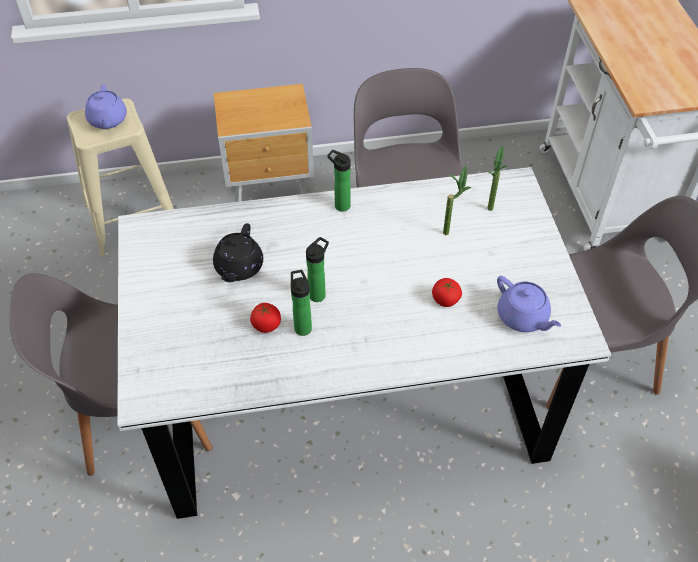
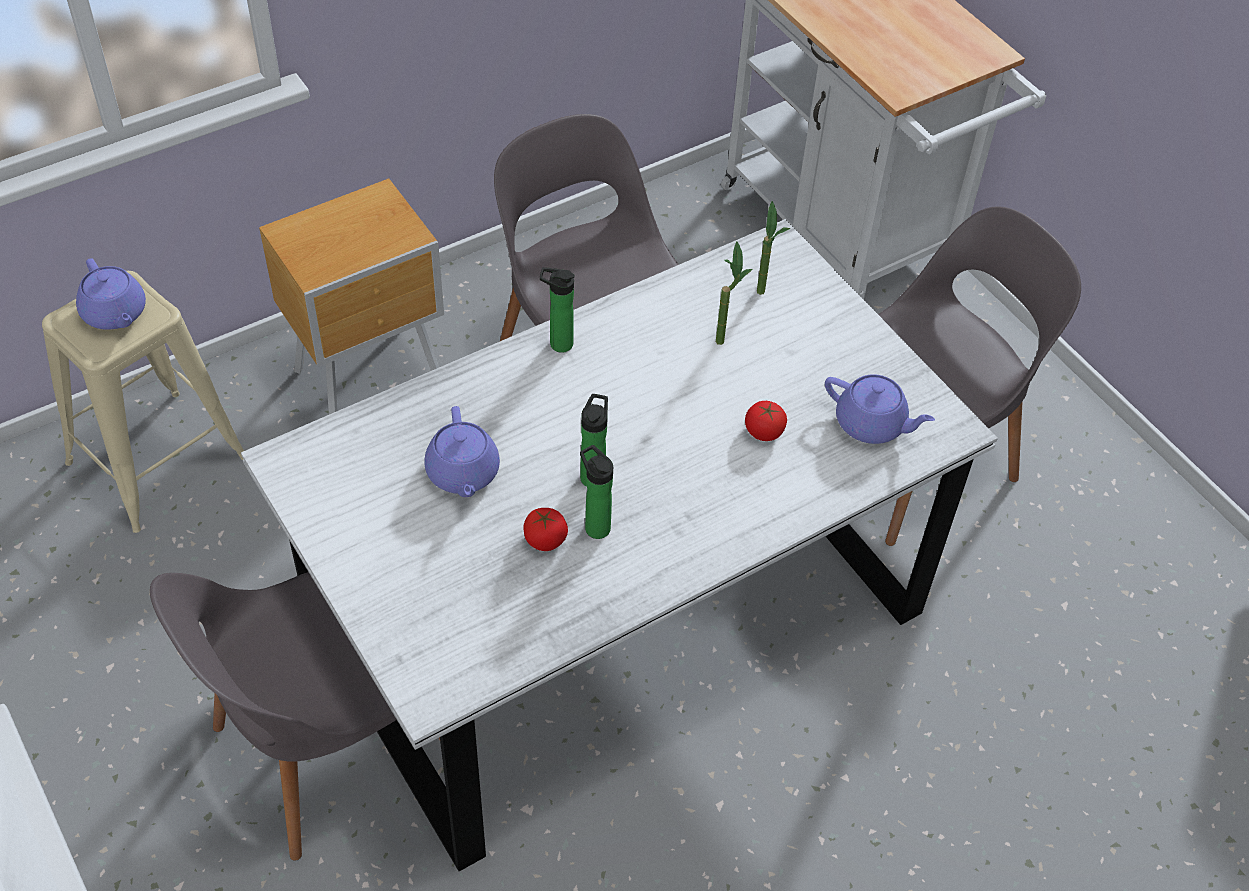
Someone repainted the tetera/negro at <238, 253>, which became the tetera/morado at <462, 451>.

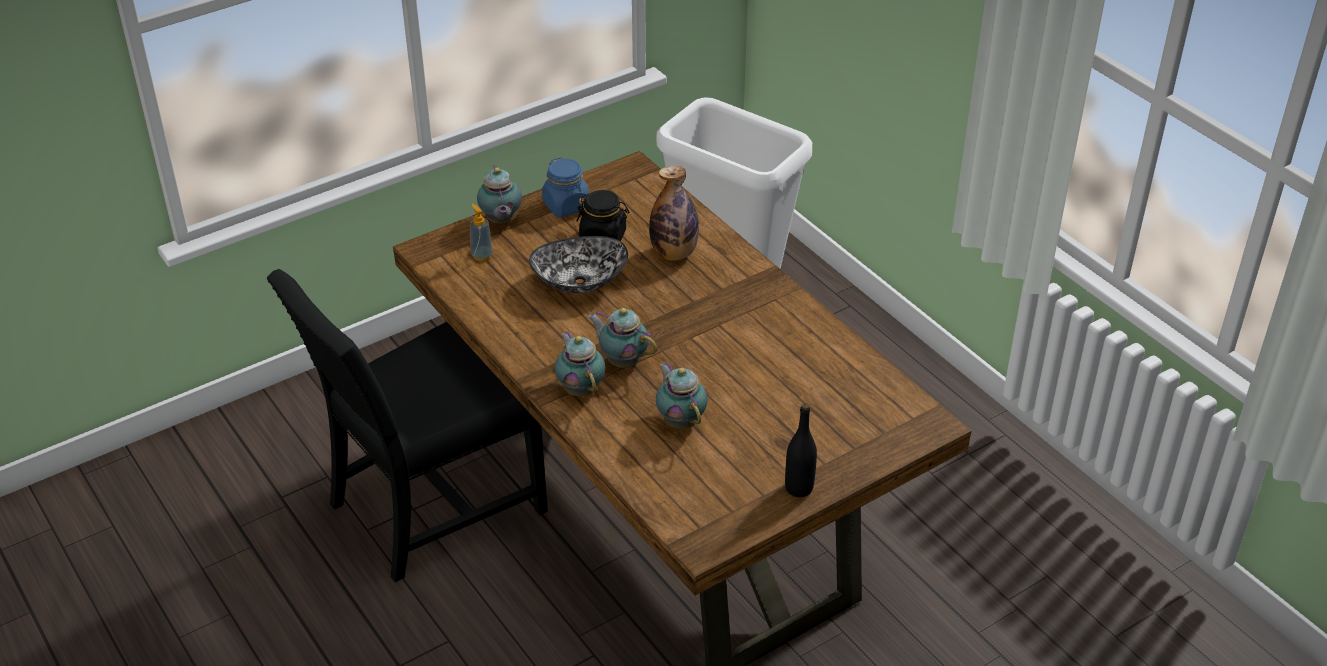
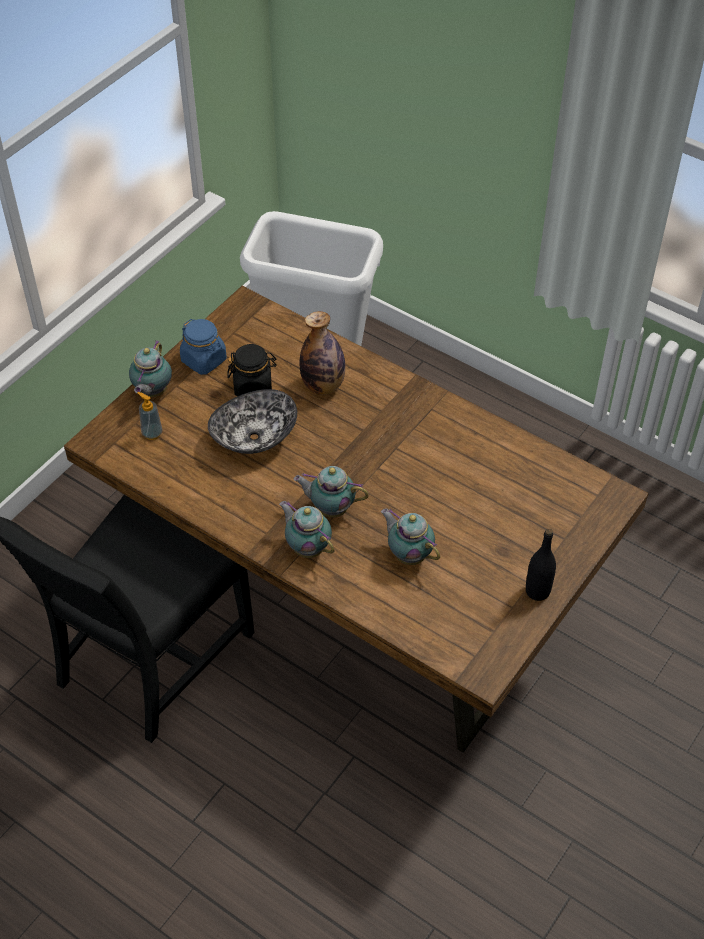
Someone rotated the tetera at <499, 194> by 45 degrees clockwise.

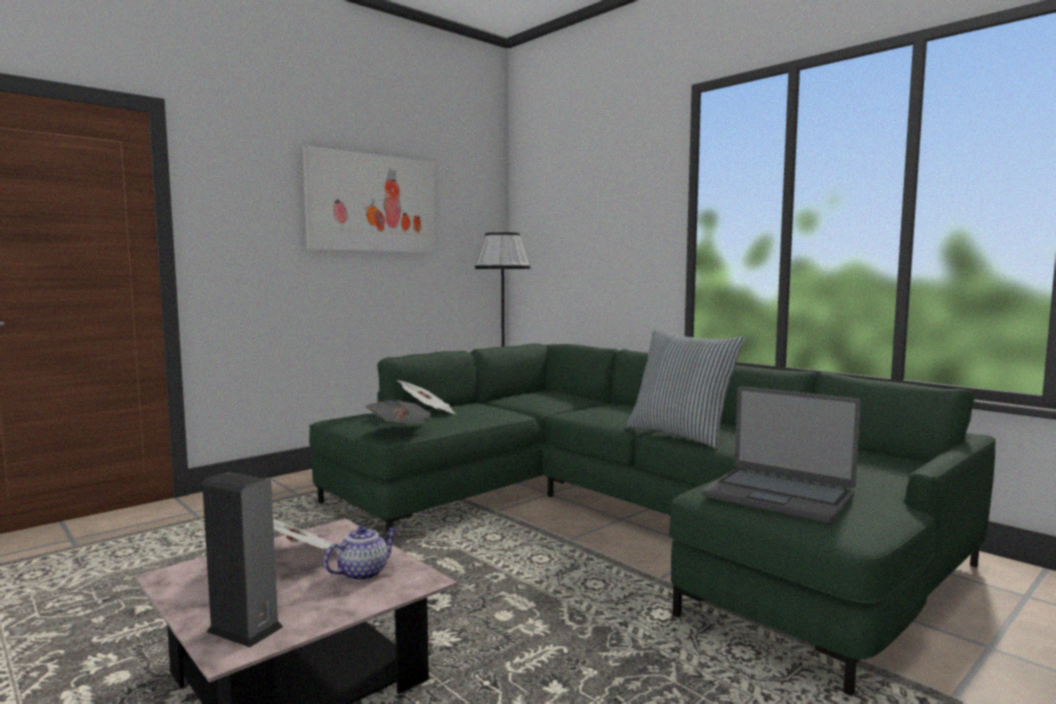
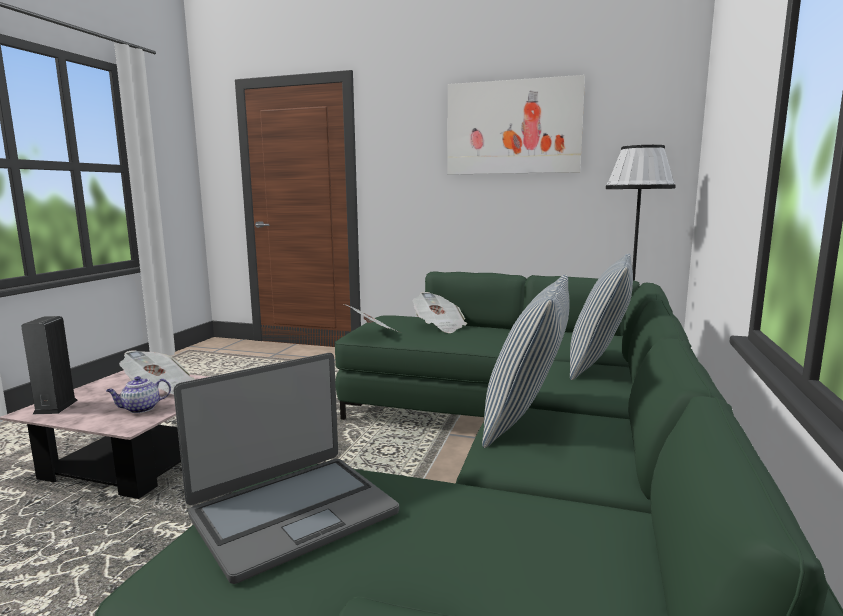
Someone rotated the portátil at <781, 454> by 135 degrees counterclockwise. Someone rotated the tetera at <360, 553> by 135 degrees clockwise. Someone put down the cojín at <601, 316>.

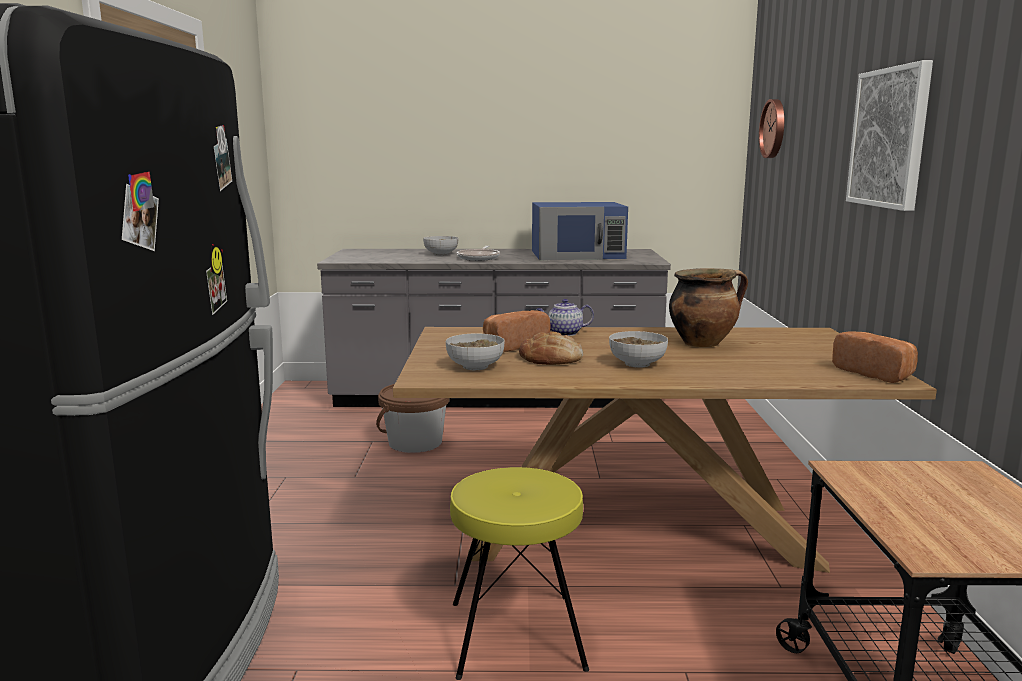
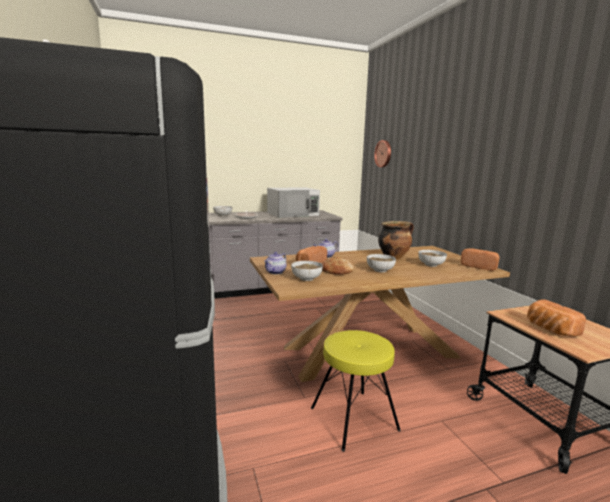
Someone took away the cuadro at <889, 135>. Someone repainted the microondas/azul at <580, 231>, which became the microondas/blanco at <293, 202>. Someone took away the cubo/marrón at <412, 418>. Someone put down the cuenco at <432, 258>. Someone put down the tetera at <275, 263>. Someone put down the pan at <556, 318>.

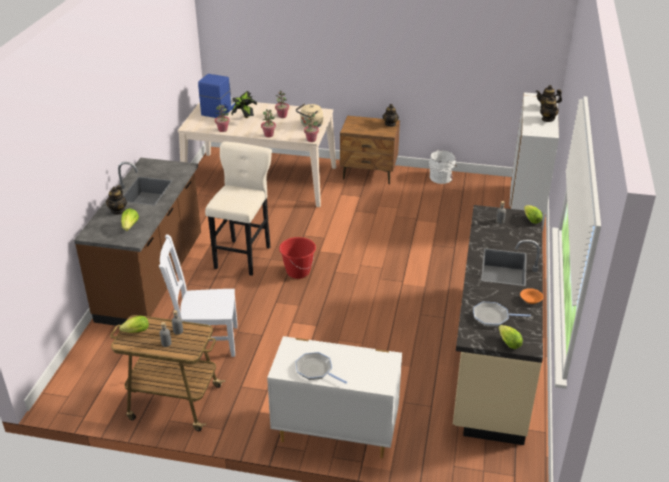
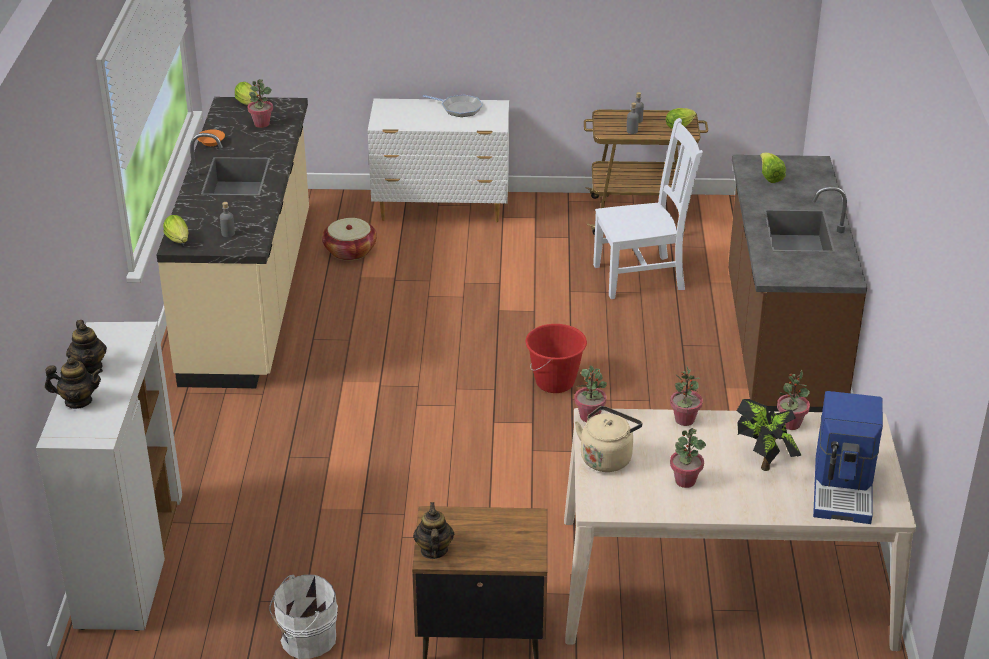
Someone took away the taburete/beis at <238, 209>. Someone took away the tetera at <116, 200>. Someone swapped the sartén at <502, 314> for the planta en maceta at <260, 103>. Someone put down the cesta at <349, 239>.

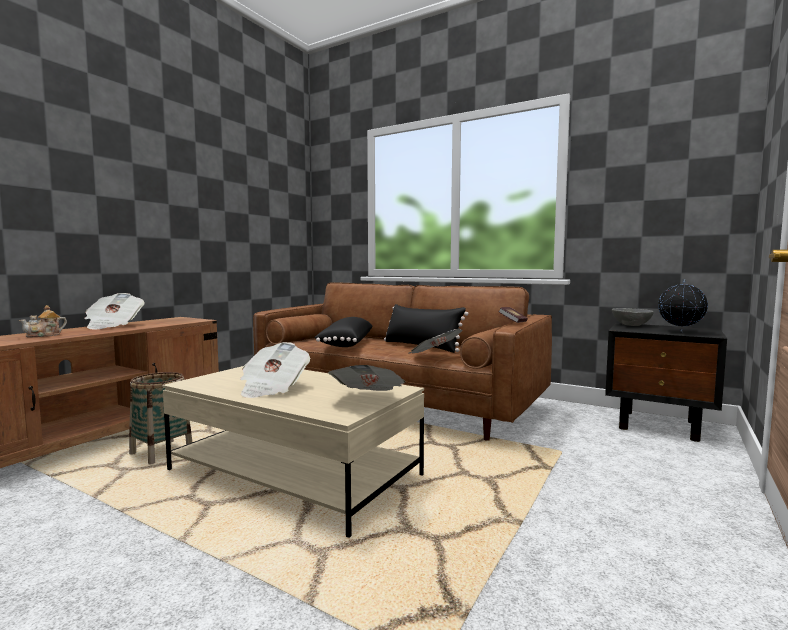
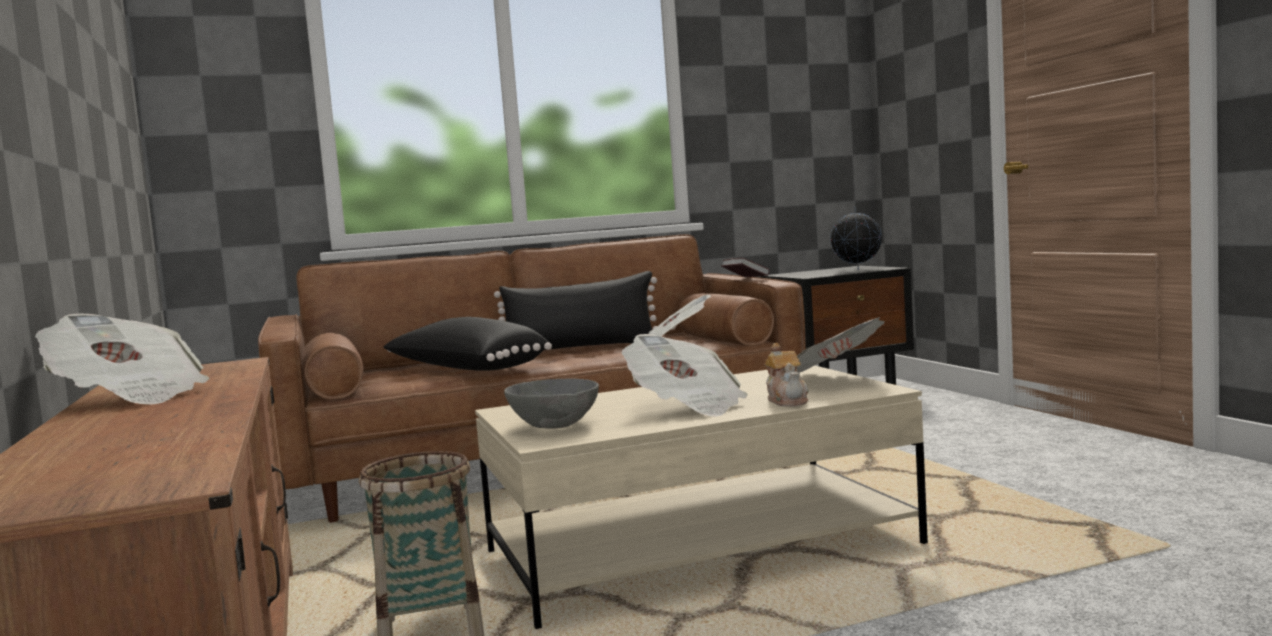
Someone carried the tetera from <43, 321> to <787, 375>. Someone carried the cuenco/gris from <633, 317> to <551, 403>.

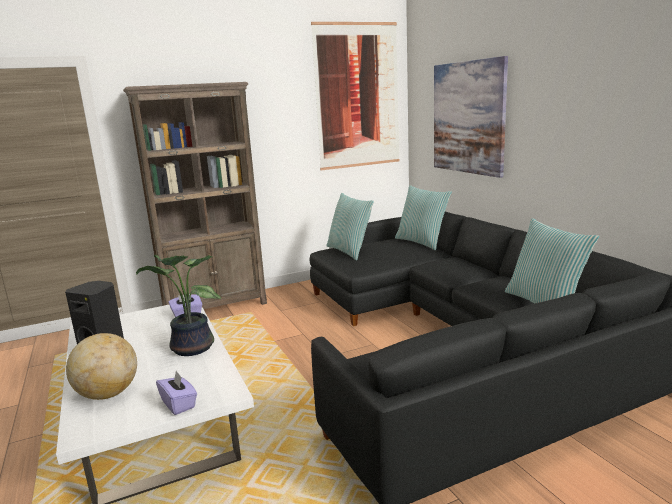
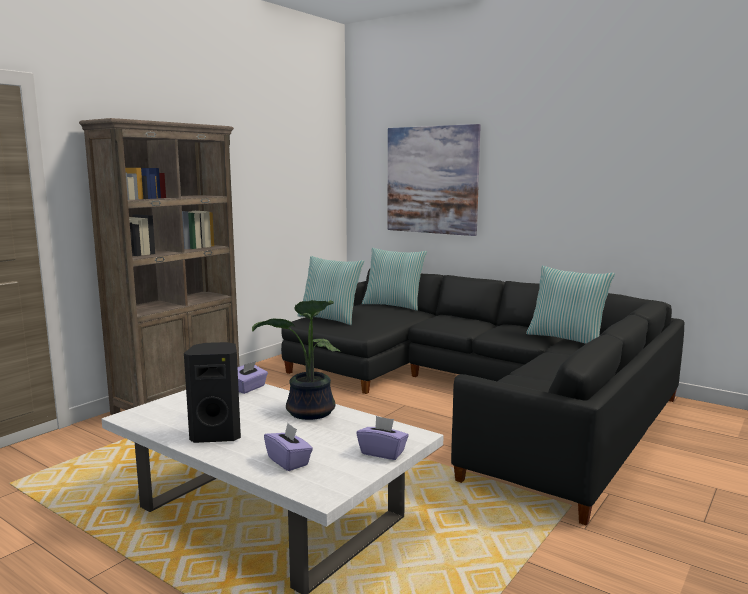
Someone took away the cuadro at <355, 96>. Someone swapped the globo terráqueo at <101, 366> for the caja de pañuelos/morado at <288, 447>.

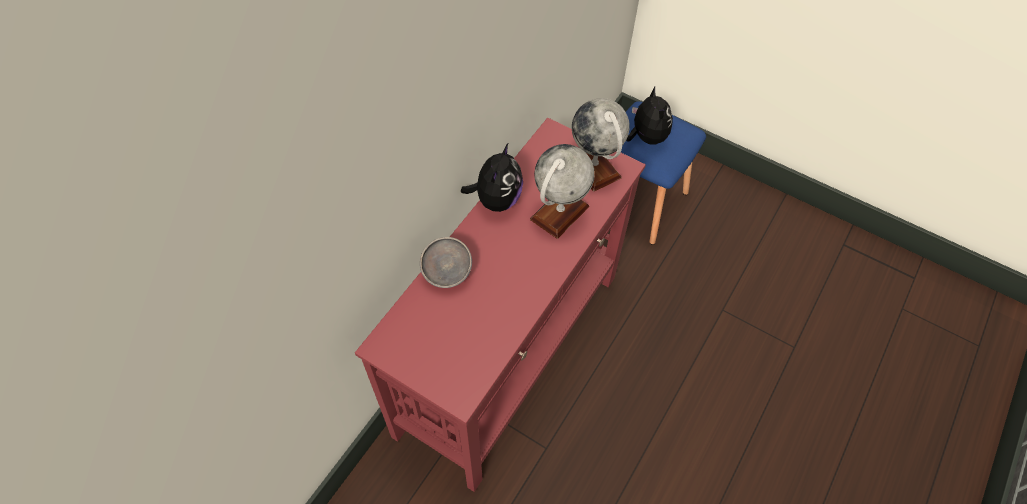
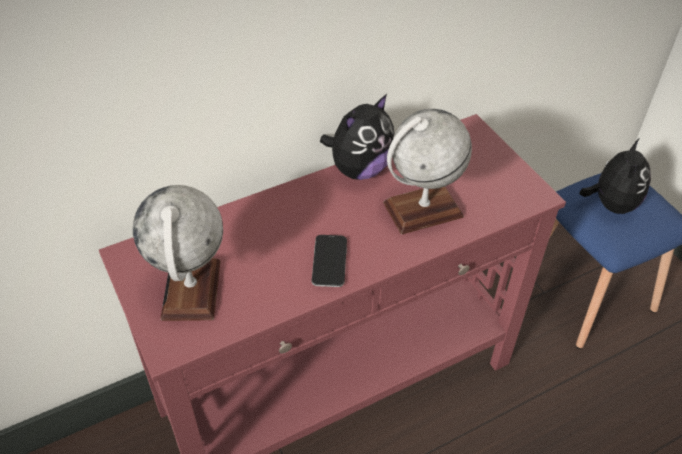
Someone carried the globo terráqueo from <601, 145> to <178, 253>. Someone took away the cuenco/gris at <446, 262>. Someone put down the móvil at <329, 261>.

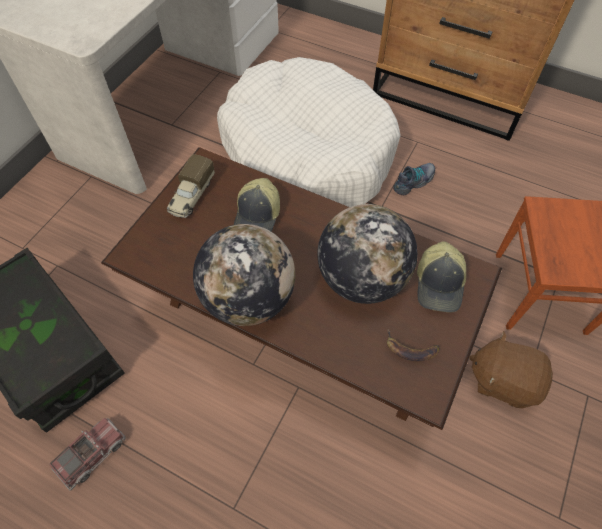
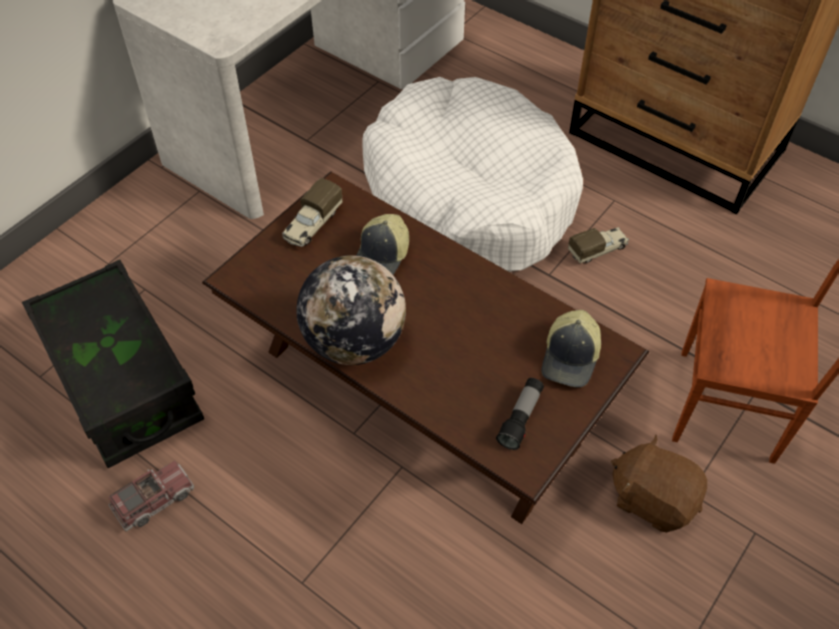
Someone swapped the zapato at <414, 179> for the camión de juguete at <598, 245>. Someone took away the globo terráqueo at <367, 254>. Someone swapped the plátano at <413, 345> for the linterna at <520, 414>.

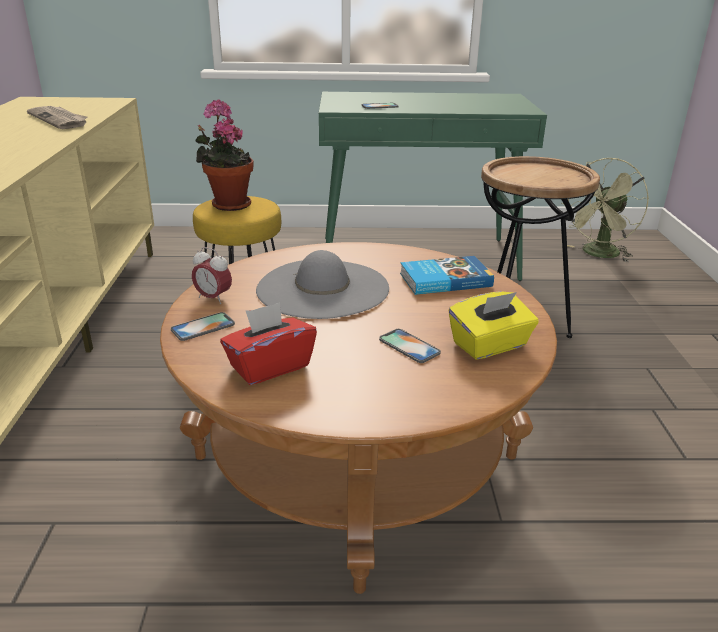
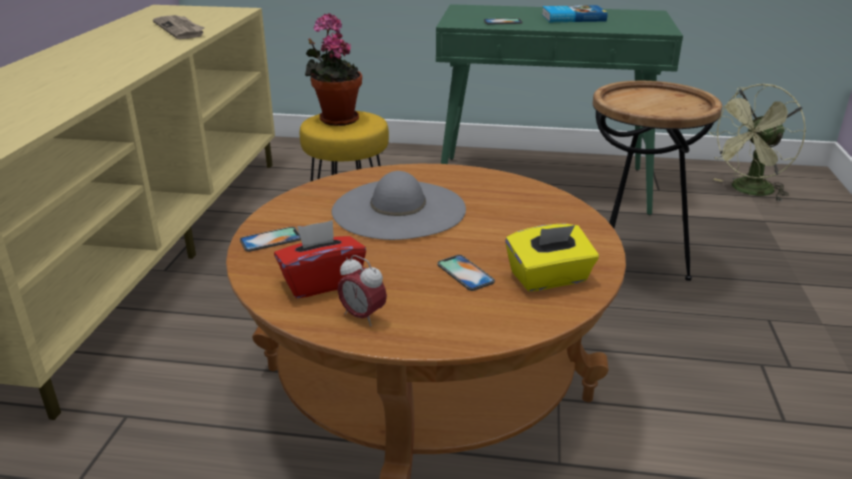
Someone carried the despertador from <212, 275> to <362, 290>. Someone carried the libro from <447, 275> to <575, 13>.

